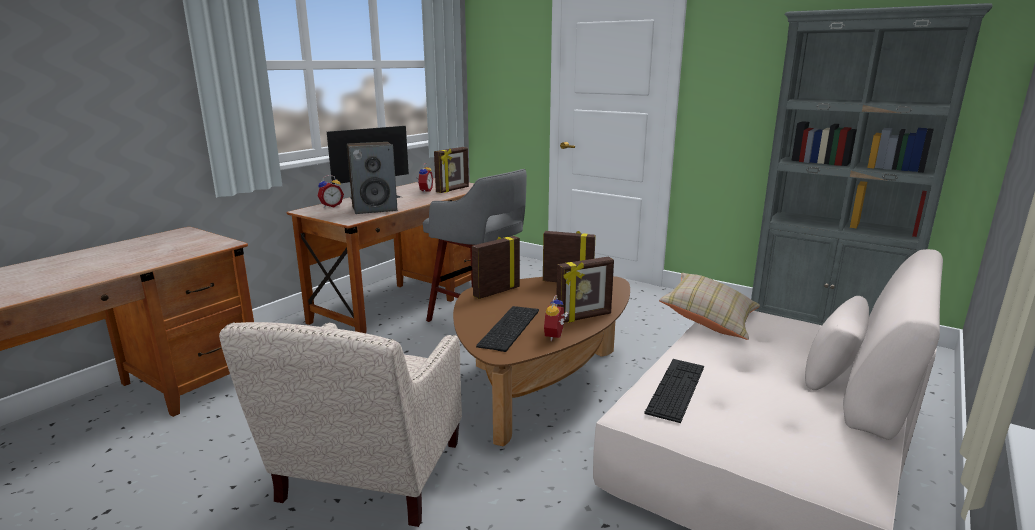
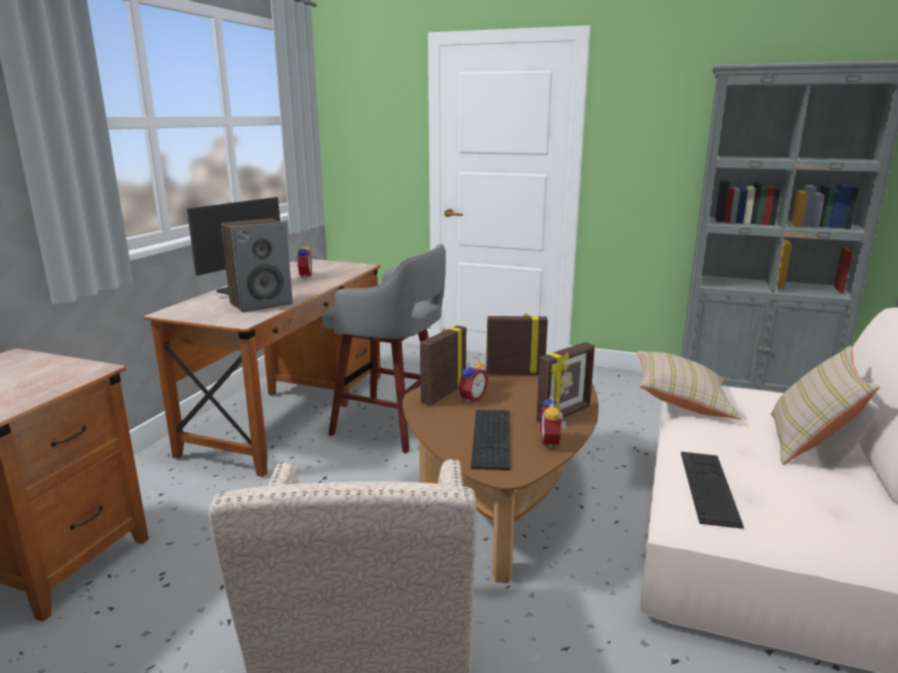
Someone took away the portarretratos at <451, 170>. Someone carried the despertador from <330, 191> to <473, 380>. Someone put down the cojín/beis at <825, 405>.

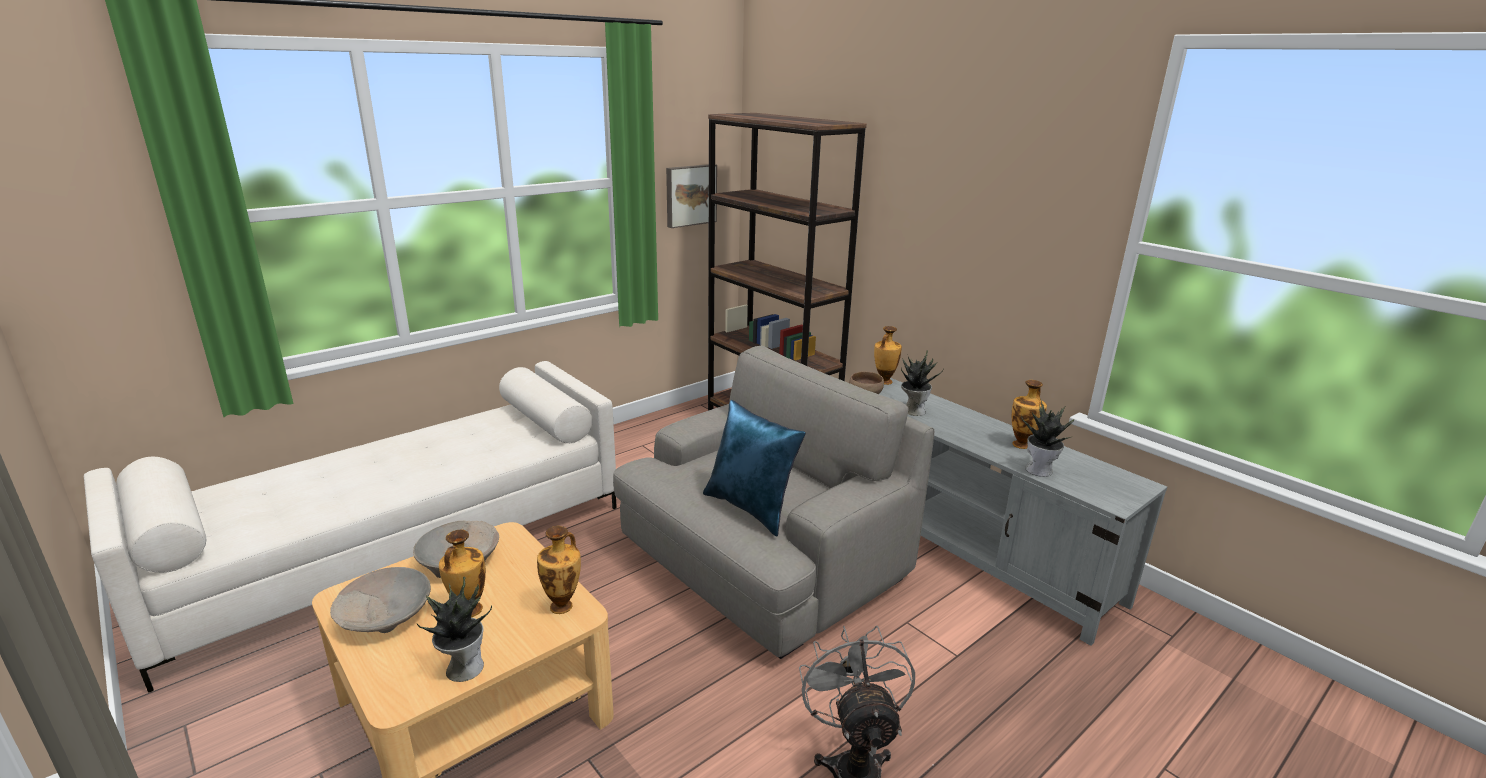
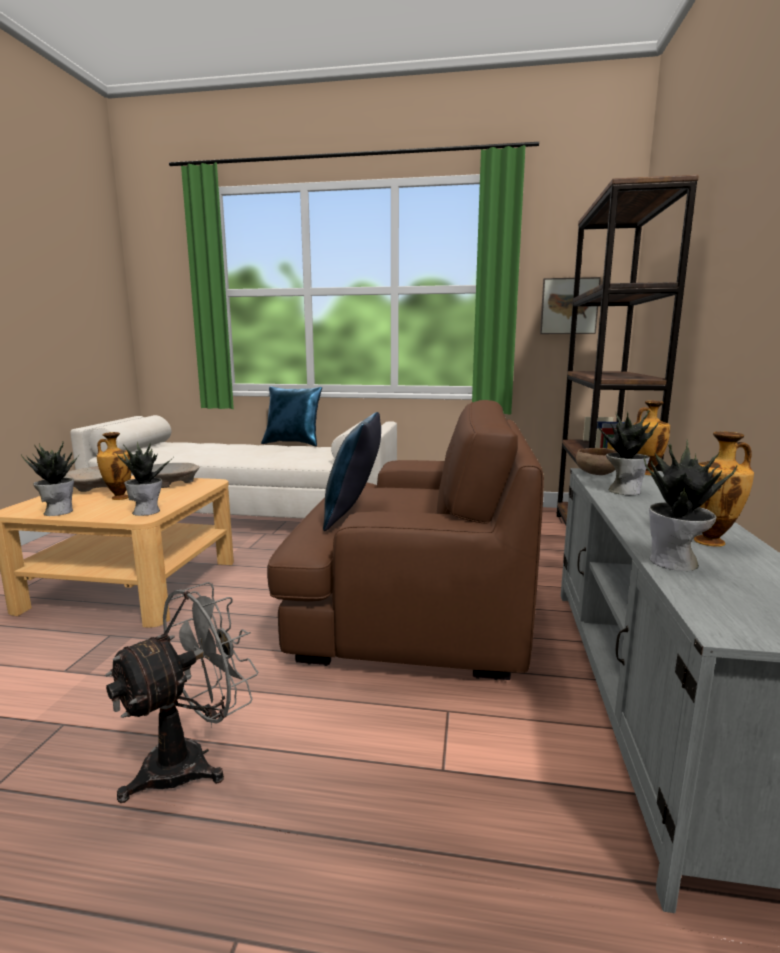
Someone repainted the sillón/gris at <773, 502>, which became the sillón/marrón at <405, 540>. Someone swapped the florero at <559, 570> for the planta en maceta at <144, 478>. Someone put down the cojín/azul at <291, 416>.

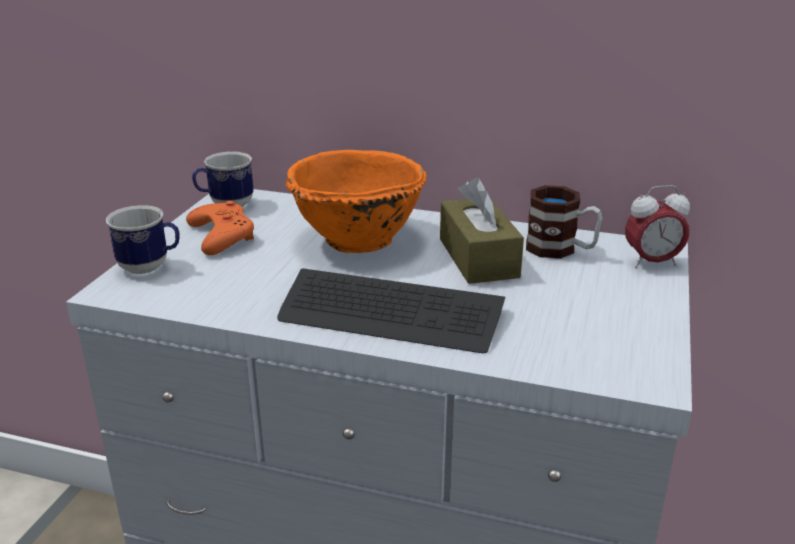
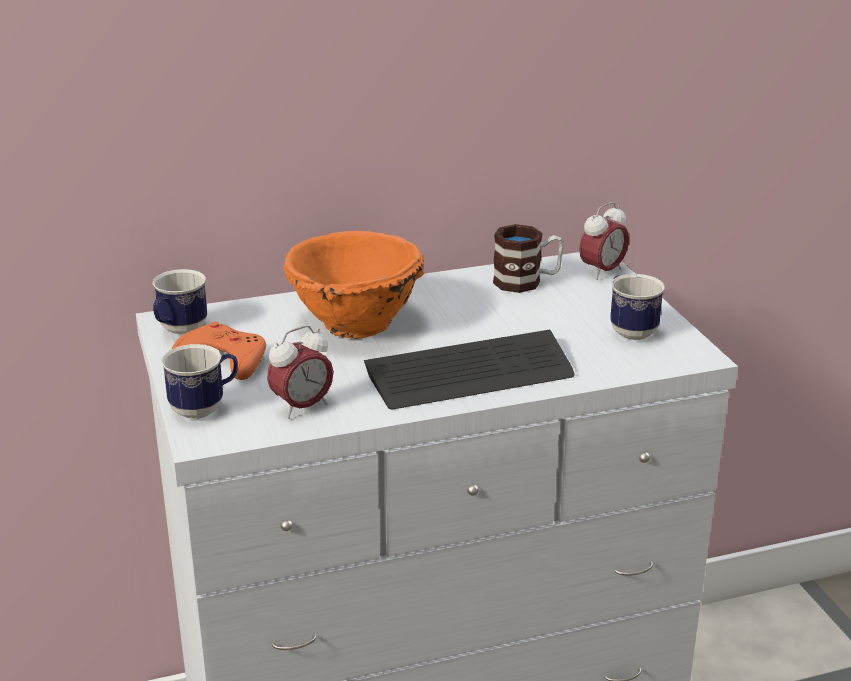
Someone took away the caja de pañuelos/marrón at <482, 231>. Someone put down the taza grande at <637, 307>. Someone put down the despertador at <300, 372>.

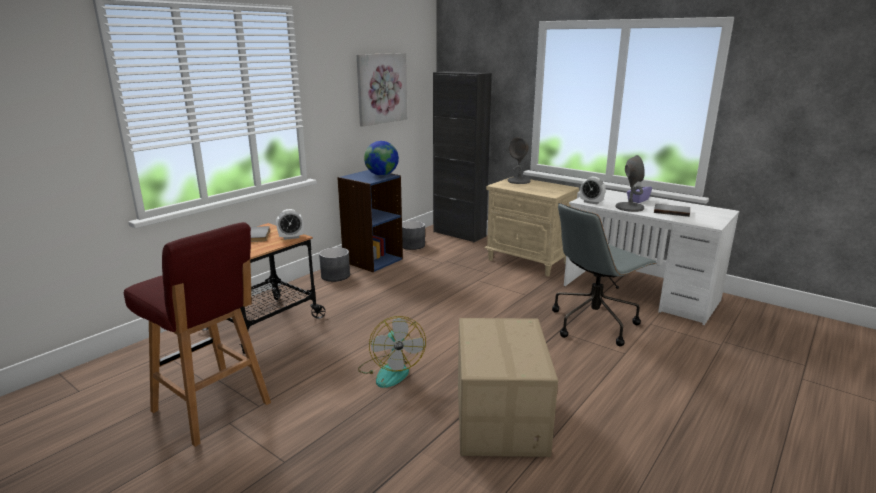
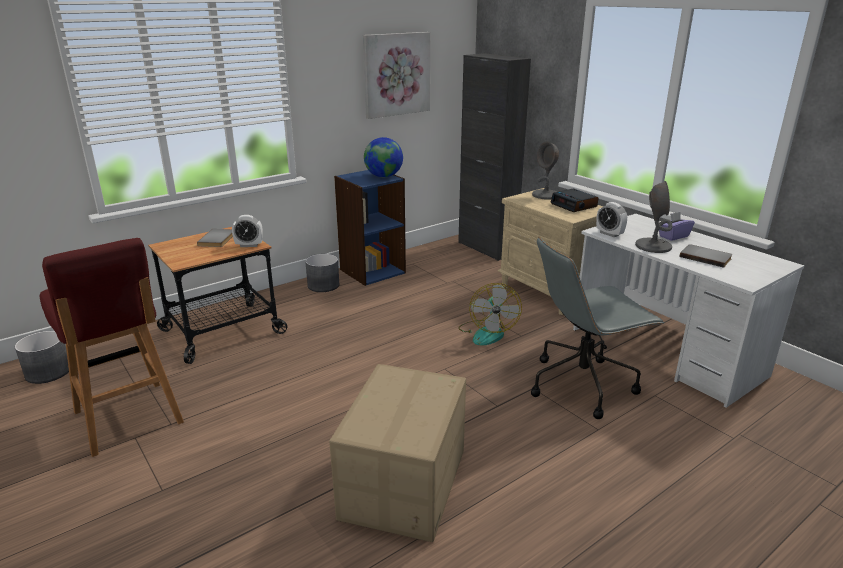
Someone carried the maceta/gris from <413, 235> to <42, 357>. Someone carried the ventilador from <392, 352> to <490, 314>. Someone put down the despertador at <574, 200>.

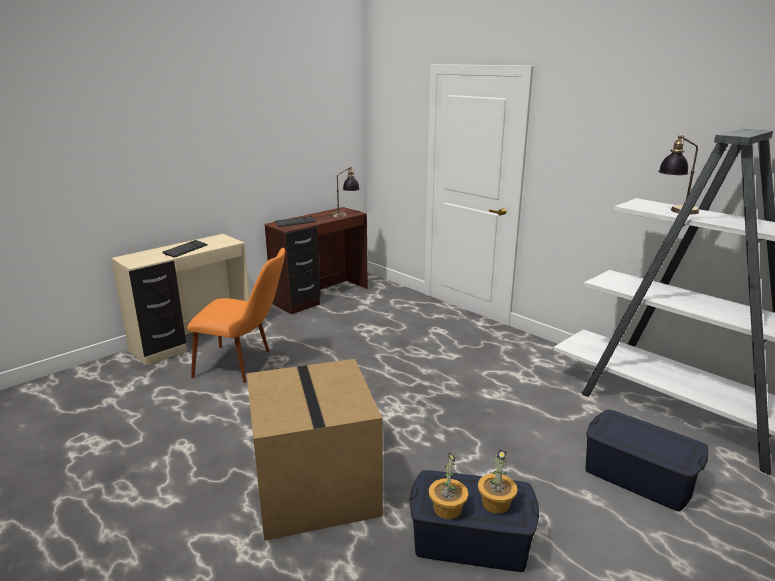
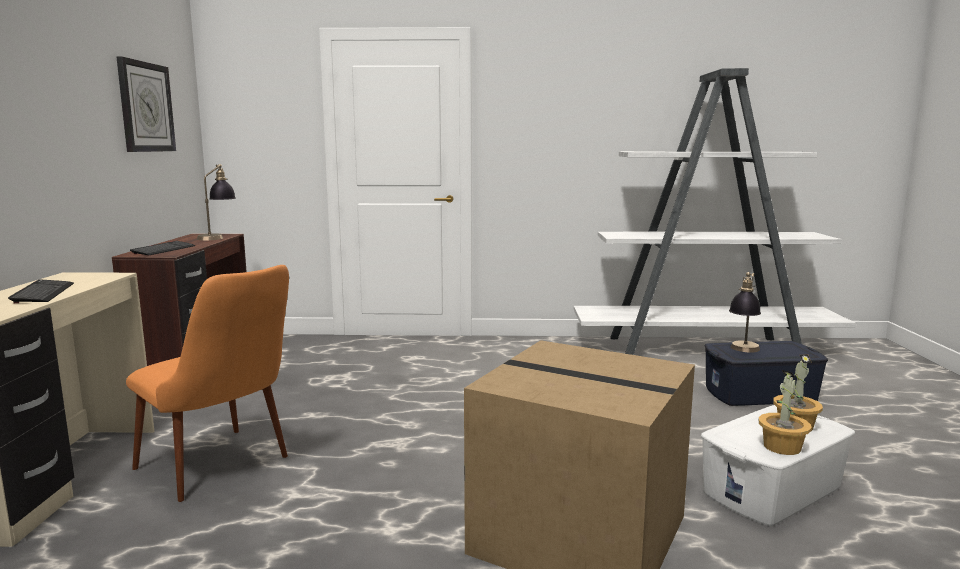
Someone carried the lámpara de mesa from <678, 174> to <745, 312>. Someone rotated the silla/naranja at <236, 315> by 75 degrees clockwise. Someone repainted the caja de almacenaje/azul at <474, 521>, which became the caja de almacenaje/blanco at <778, 465>. Someone put up the reloj de pared at <146, 104>.

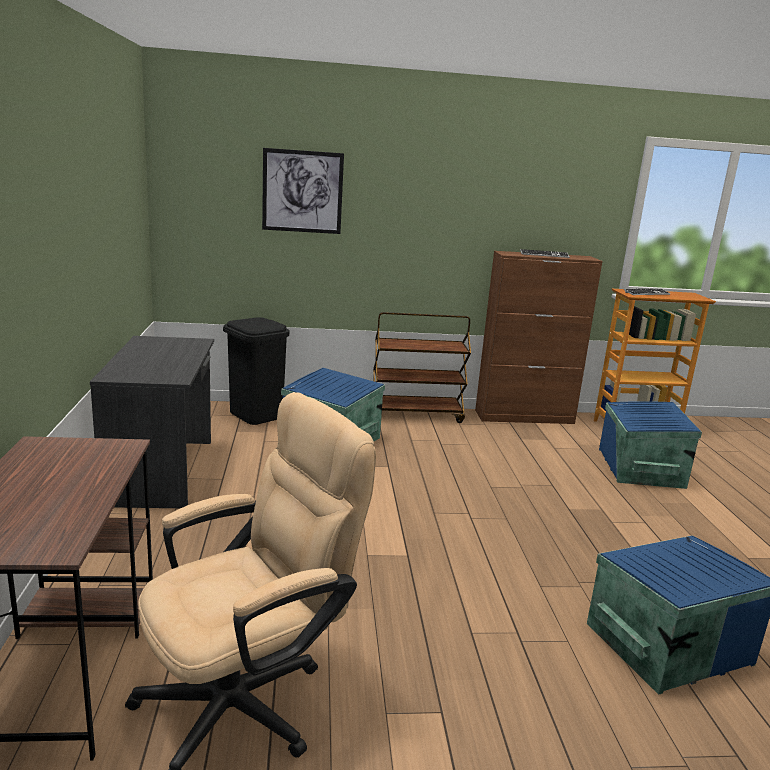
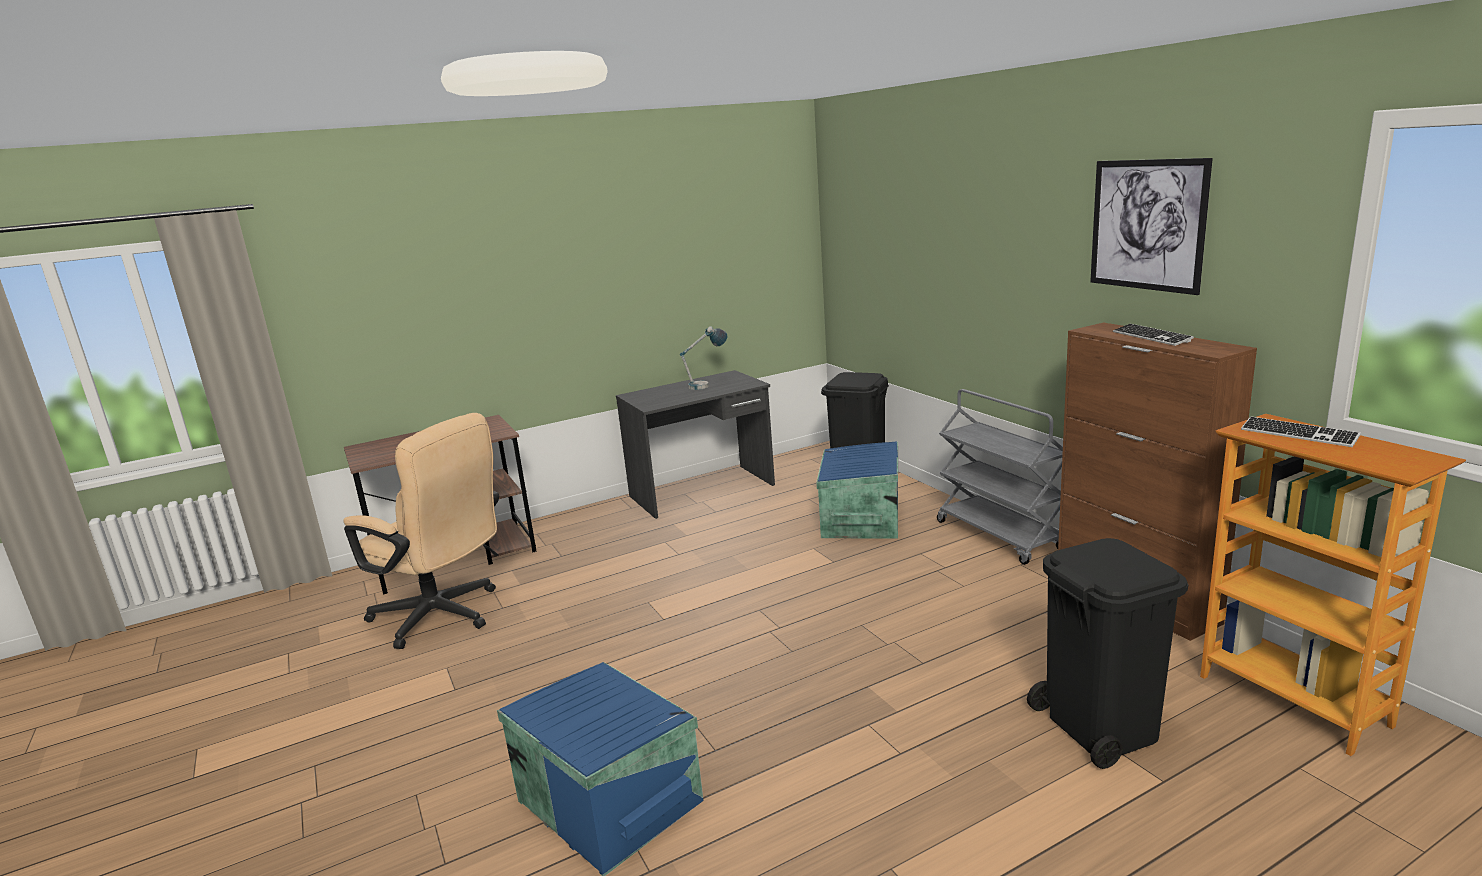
Someone carried the cuadro from <303, 191> to <1151, 226>. Someone repainted the carrito/marrón at <422, 367>, which became the carrito/gris at <1000, 477>. Someone swapped the caja de almacenaje/azul at <650, 445> for the papelera/negro at <1107, 653>. Someone put down the lámpara de mesa at <704, 358>.

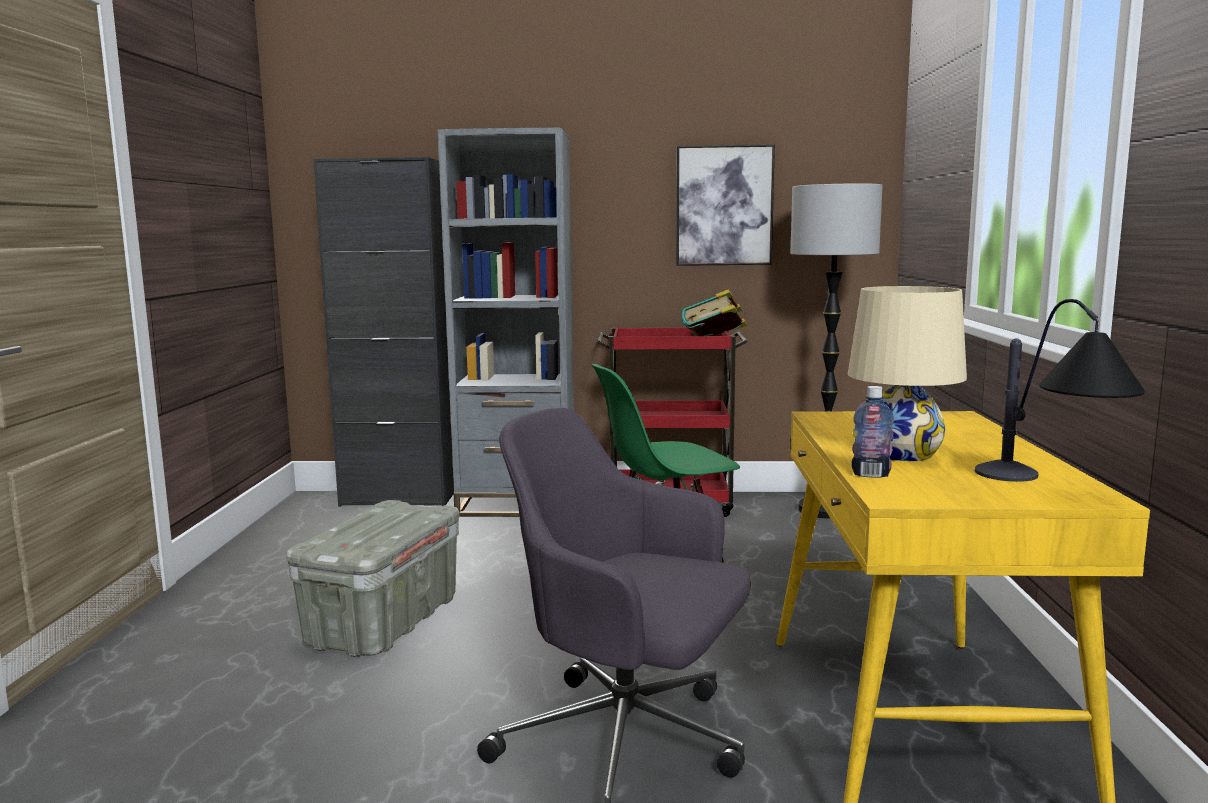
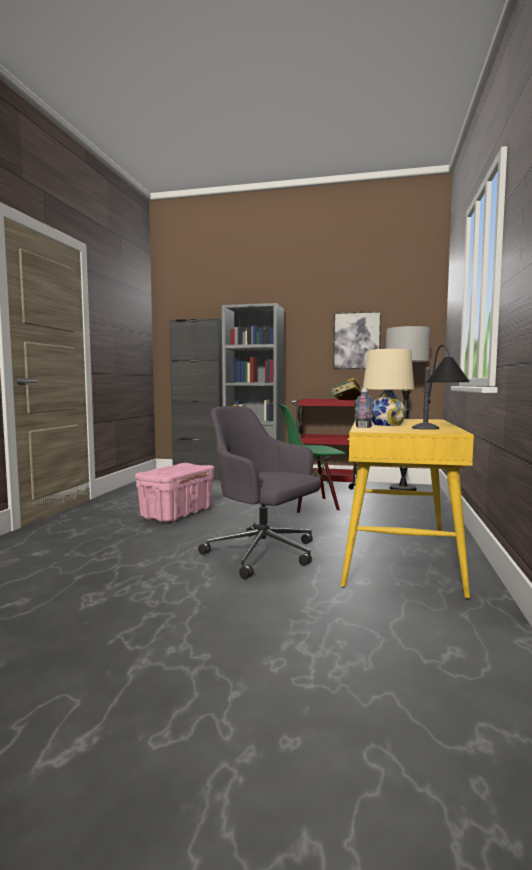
Someone repainted the caja de almacenaje/gris at <373, 578>, which became the caja de almacenaje/rosa at <174, 492>.

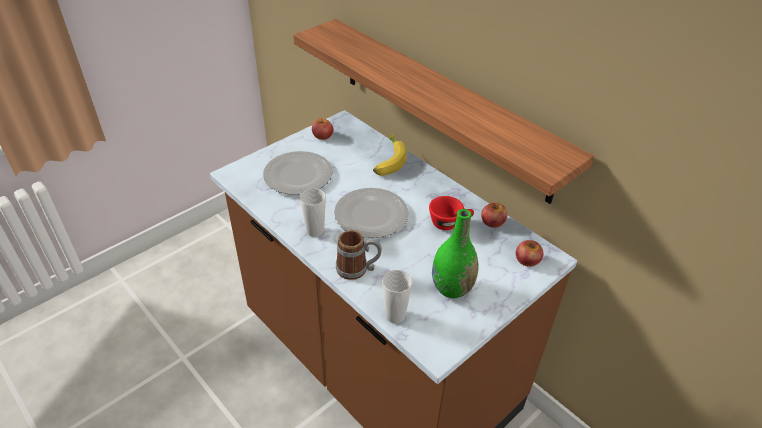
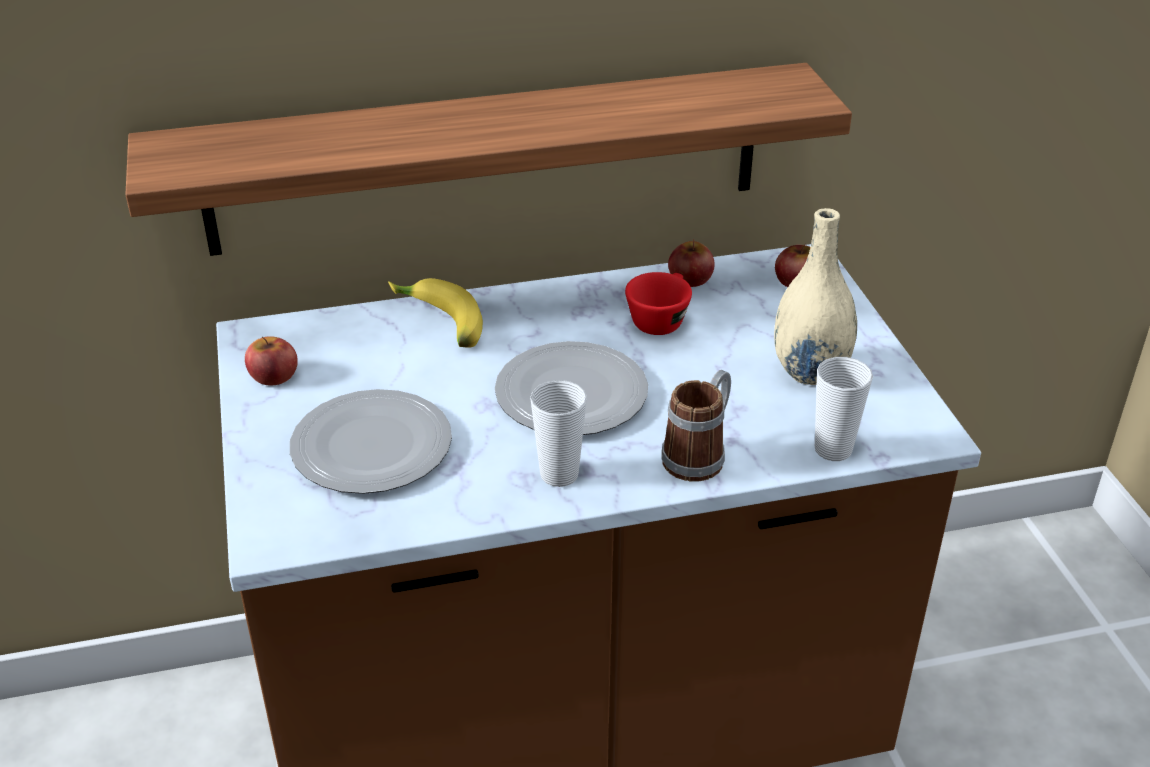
Someone repainted the florero/verde at <455, 254>, which became the florero/beis at <815, 296>.

